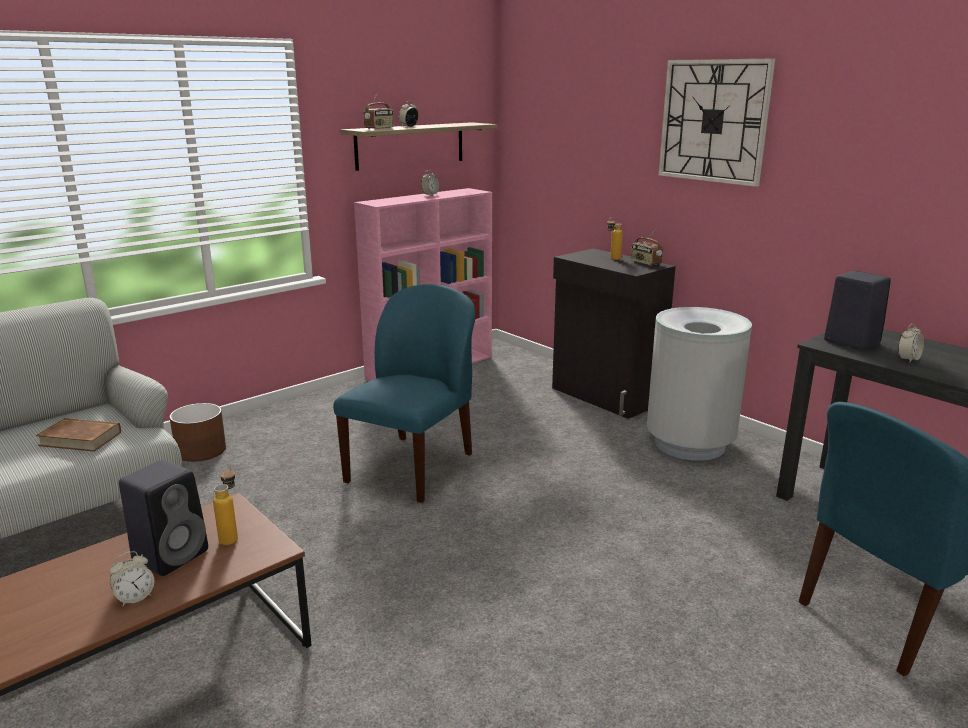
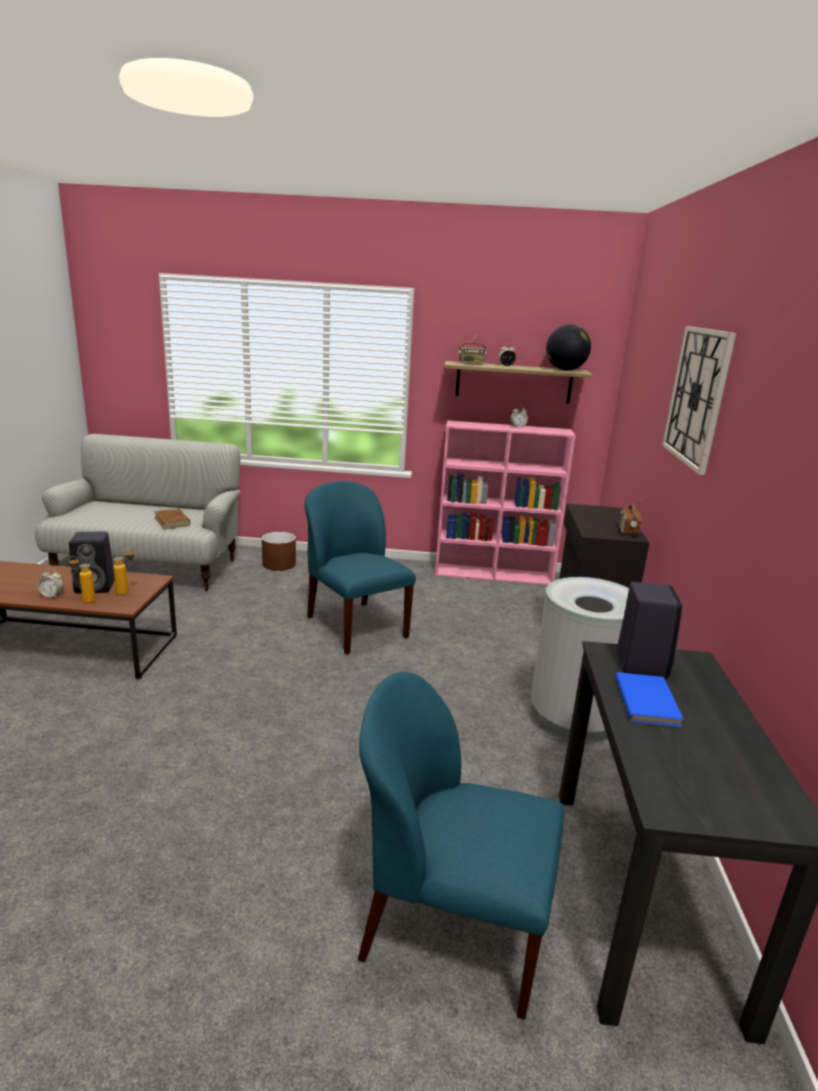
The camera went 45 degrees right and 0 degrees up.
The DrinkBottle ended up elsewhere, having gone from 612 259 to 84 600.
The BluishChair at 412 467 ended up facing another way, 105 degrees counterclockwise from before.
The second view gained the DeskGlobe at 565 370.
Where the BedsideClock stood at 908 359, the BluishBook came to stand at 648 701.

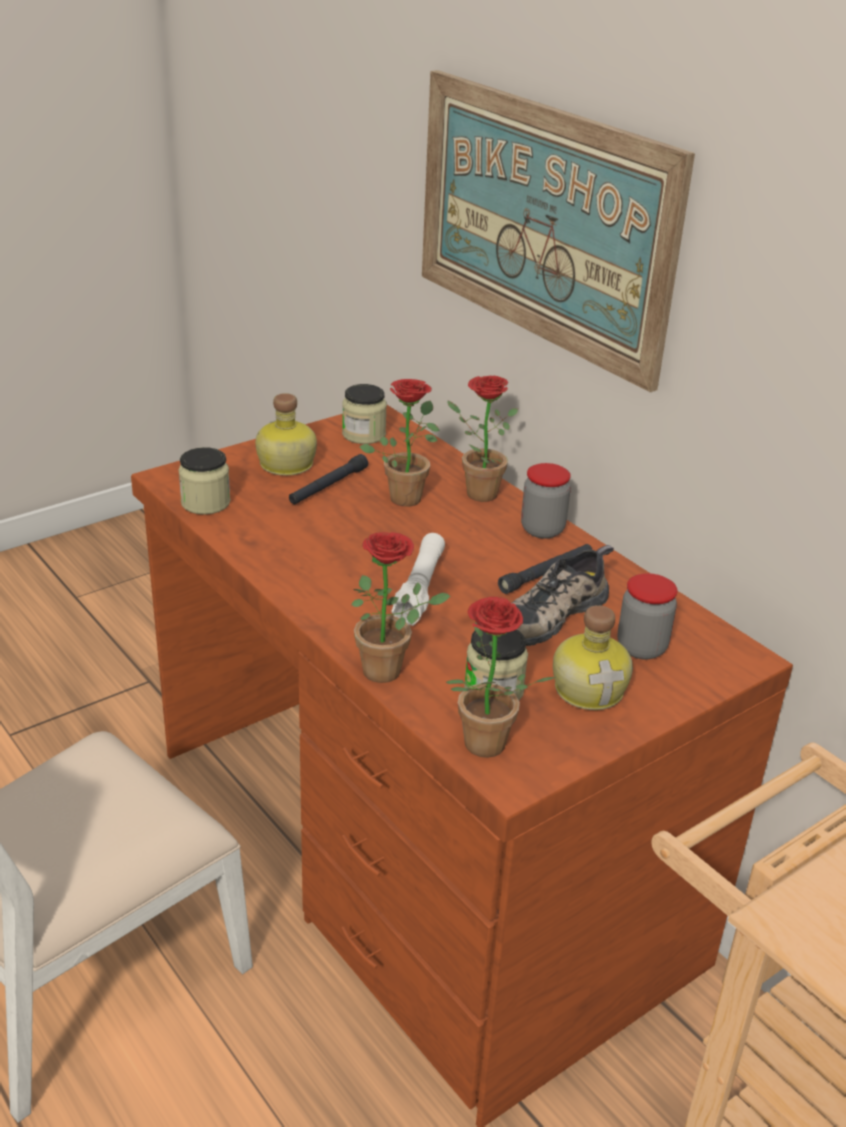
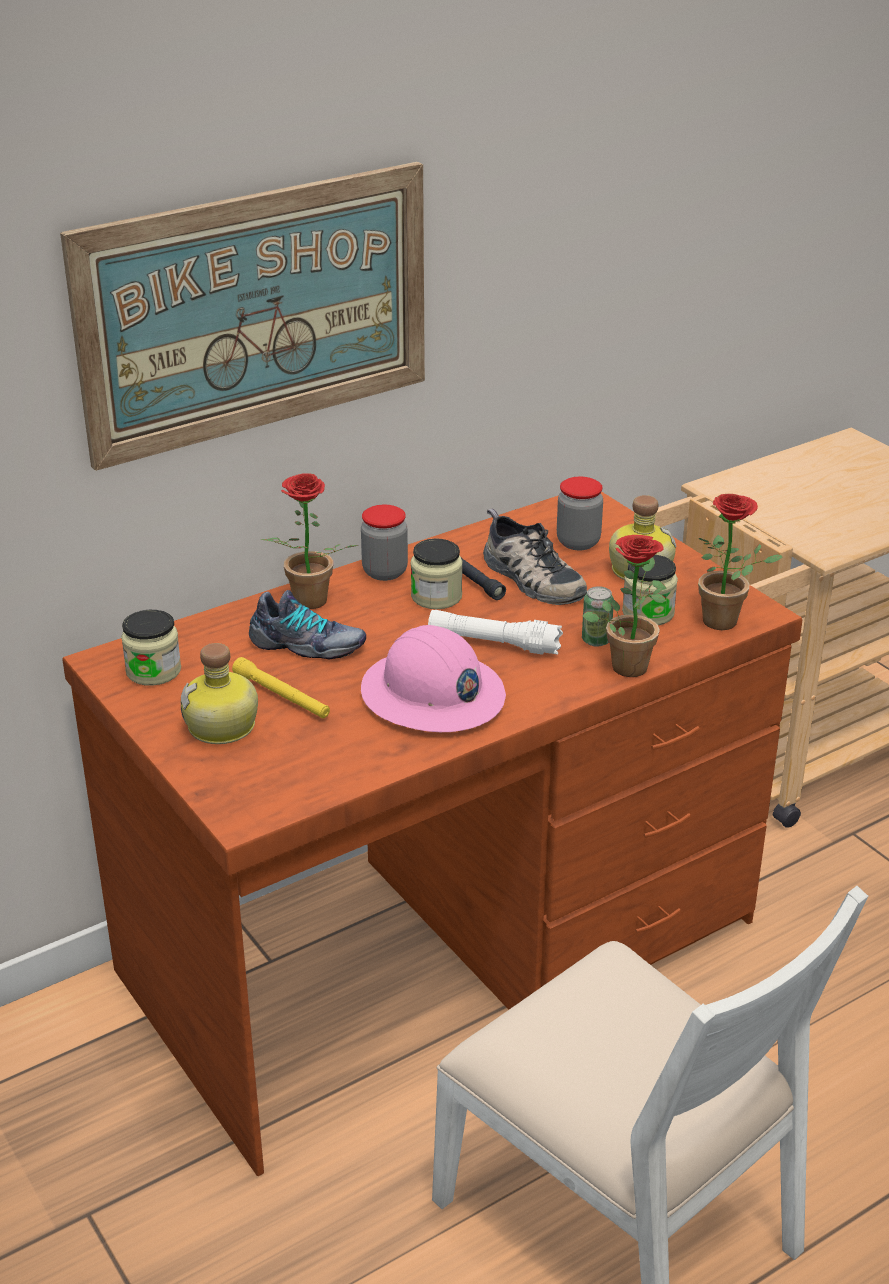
The camera went 85 degrees left and 0 degrees up.
What was the BlackColouredHandTorch at 328 486 turned into the YellowHandTorch at 282 696.
Where the PottedPlant stood at 406 495, the LowShoe came to stand at 307 646.
The second view gained the PinkishHardHat at 432 696.
The StorageJar ended up elsewhere, having gone from 205 503 to 436 596.
The second view gained the Can at 596 640.

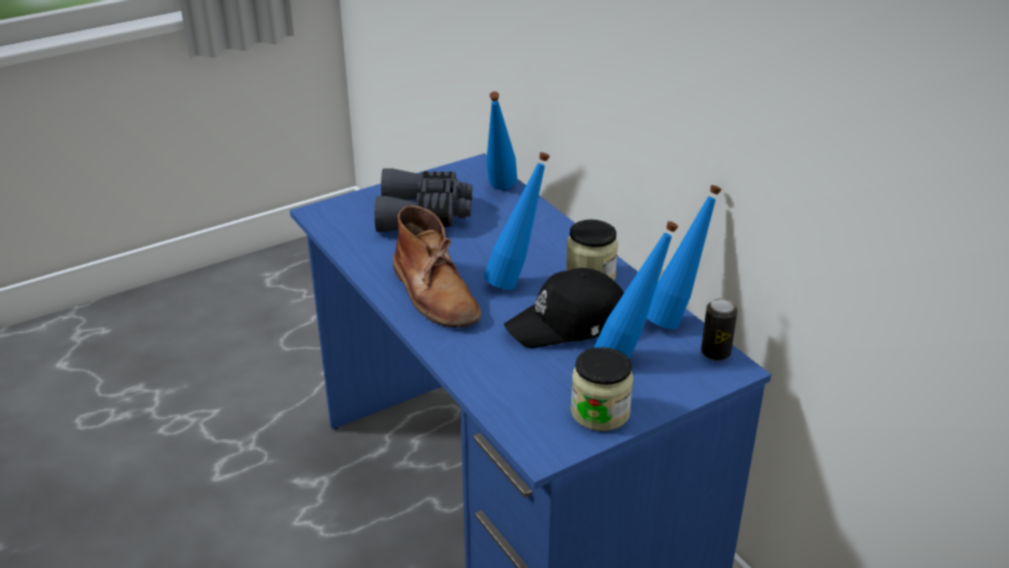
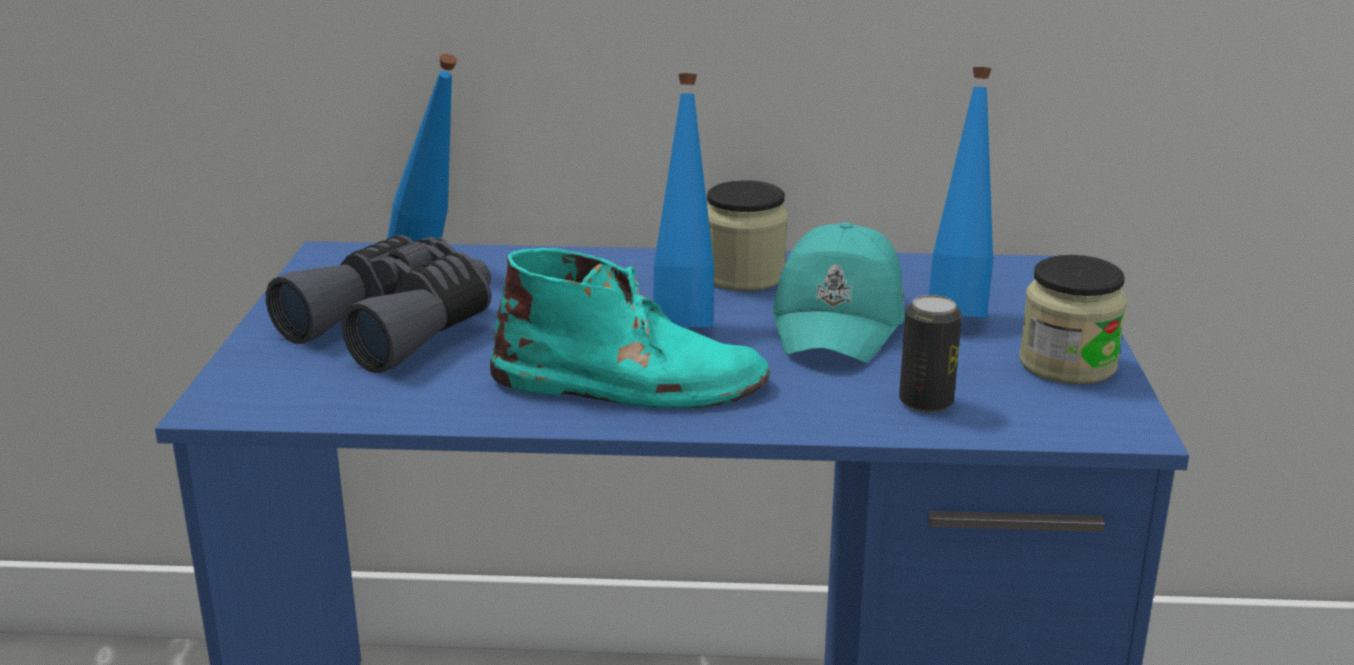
The camera went 55 degrees left and 10 degrees down.
What was the BrownishBoot at 435 293 turned into the TurquoiseColouredBoot at 631 383.
What was the BlackColouredBaseballCap at 569 324 turned into the TurquoiseColouredBaseballCap at 840 321.
The Can ended up elsewhere, having gone from 715 353 to 926 402.
The second view lost the BluishDrinkBottle at 676 318.

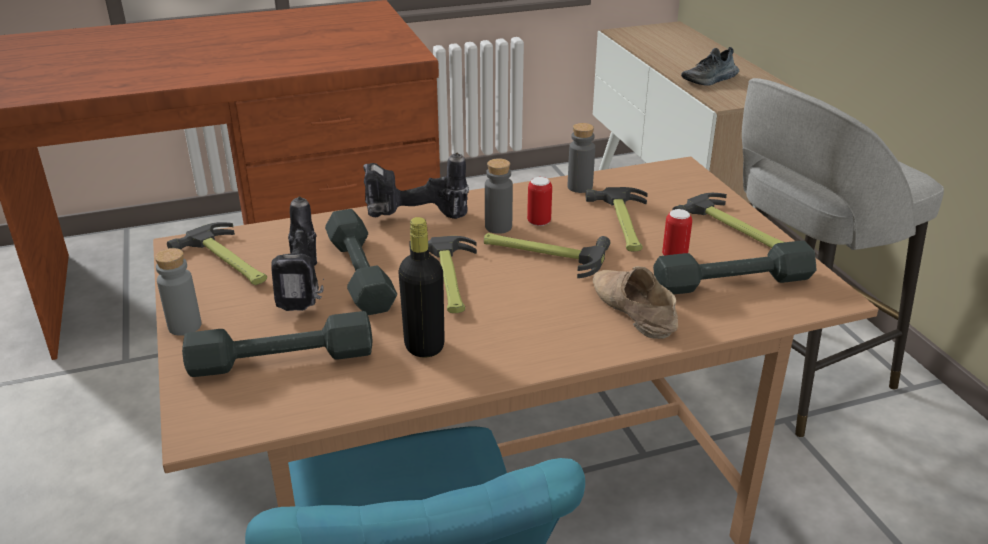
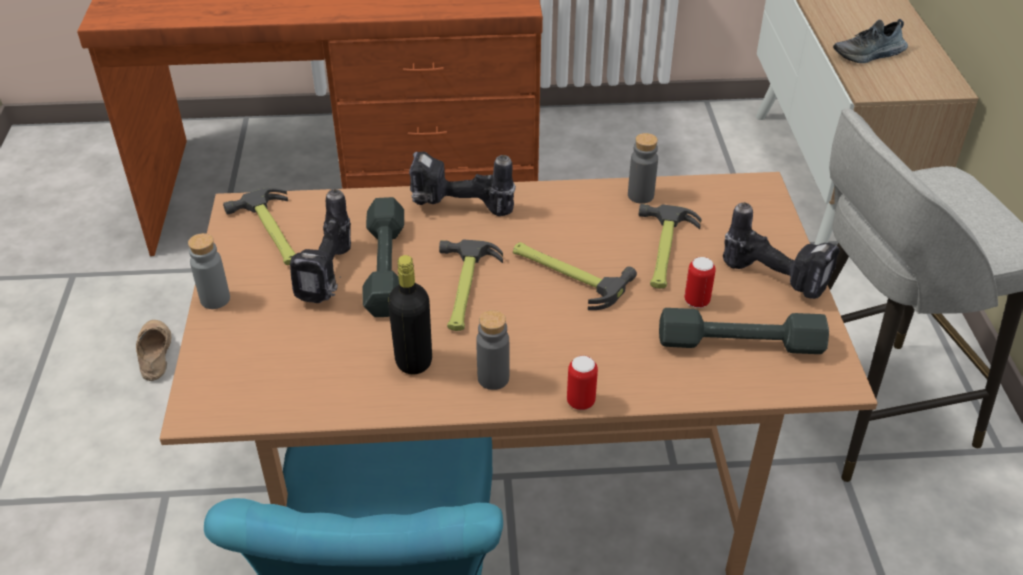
The camera went 15 degrees right and 10 degrees up.
The BeigeLowShoe ended up elsewhere, having gone from 631 309 to 153 353.
The GreyishDrinkBottle ended up elsewhere, having gone from 498 227 to 493 378.
The Can ended up elsewhere, having gone from 539 222 to 580 402.
Where the Hammer stood at 735 230, the Drill came to stand at 777 278.
The second view lost the GreyishDumbbell at 281 360.

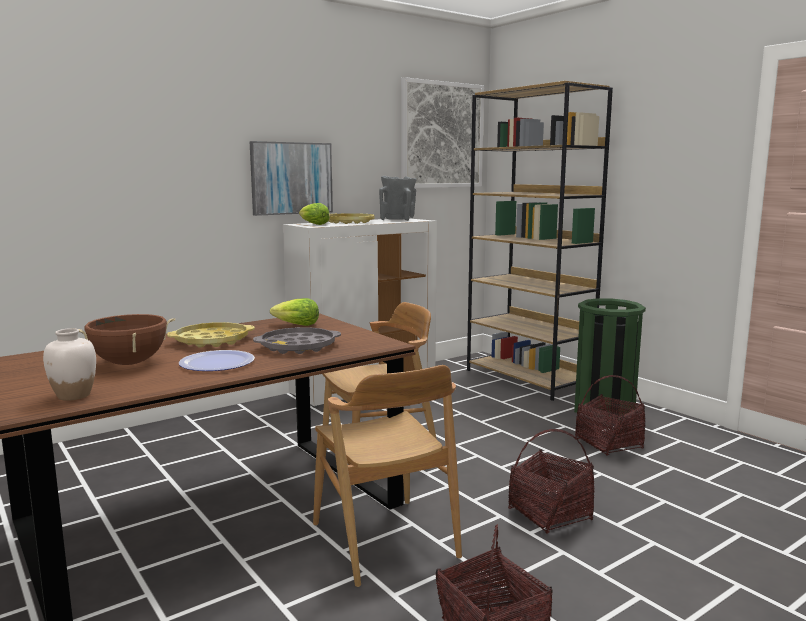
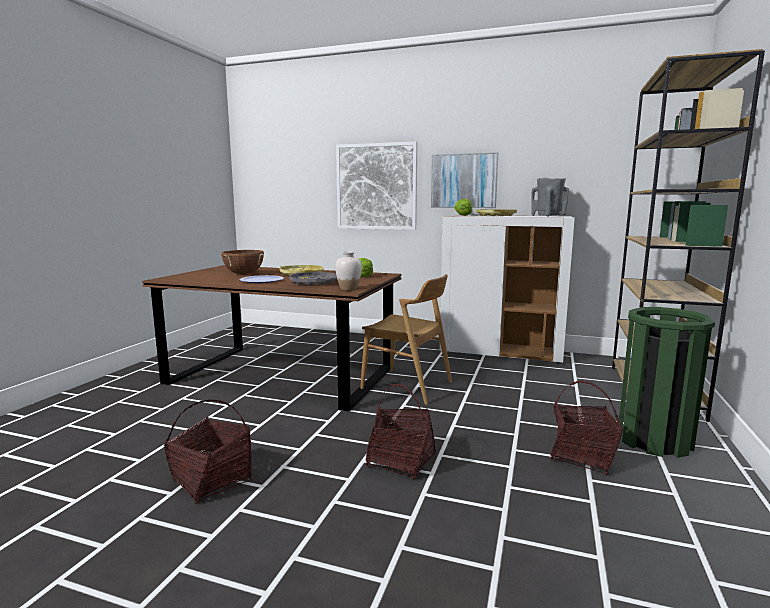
The camera went 55 degrees right and 0 degrees up.
The WallPicture ended up elsewhere, having gone from 442 135 to 376 187.
The WhitishDecorativeVase ended up elsewhere, having gone from 73 396 to 348 289.
The second view lost the BrownishChair at 384 540.

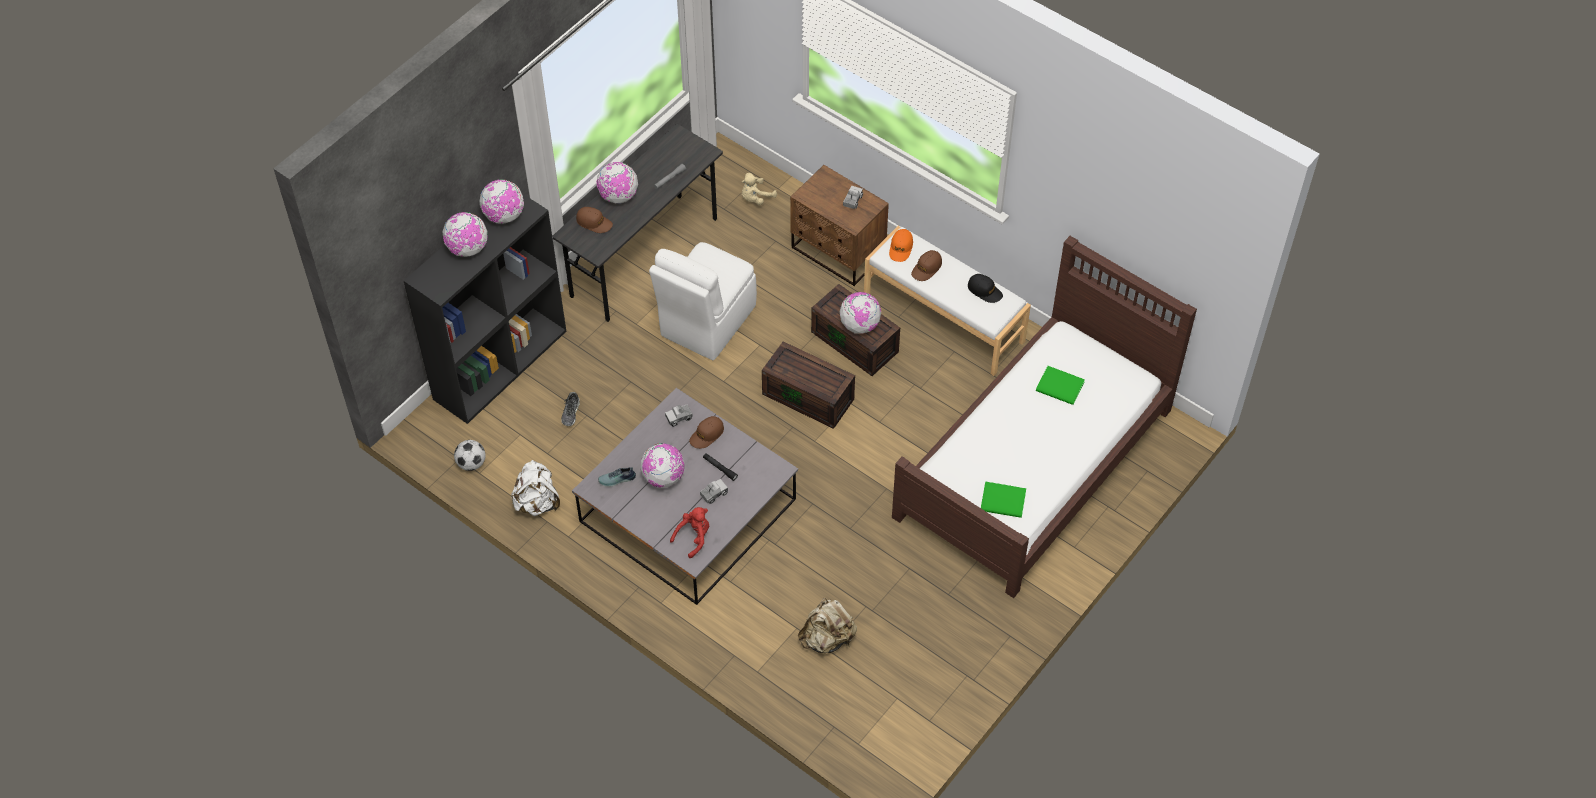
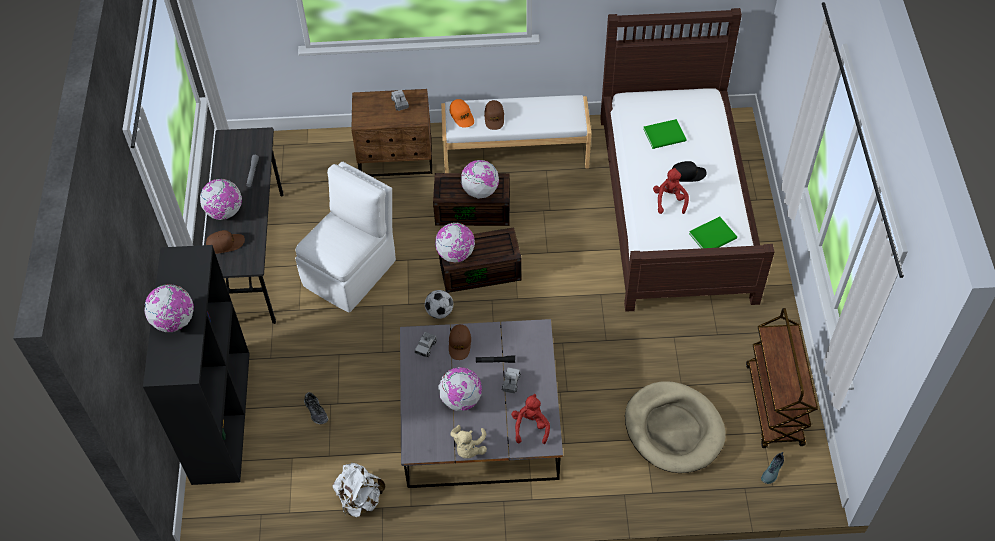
The camera went 40 degrees left and 0 degrees up.
The WhitishChair at 706 322 ended up facing another way, 135 degrees counterclockwise from before.
The Football ended up elsewhere, having gone from 471 463 to 439 312.
The DeskGlobe ended up elsewhere, having gone from 504 216 to 456 254.
The BeigeSoftToy ended up elsewhere, having gone from 756 198 to 468 448.
Where the BeigeKnapsack stood at 827 638, the BeigeDogBed came to stand at 673 429.
The second view gained the RedSoftToy at 669 200.
The BlackColouredBaseballCap ended up elsewhere, having gone from 985 291 to 688 174.
The second view gained the BrownishWheeledCart at 774 406.
The LowShoe ended up elsewhere, having gone from 617 480 to 773 471.

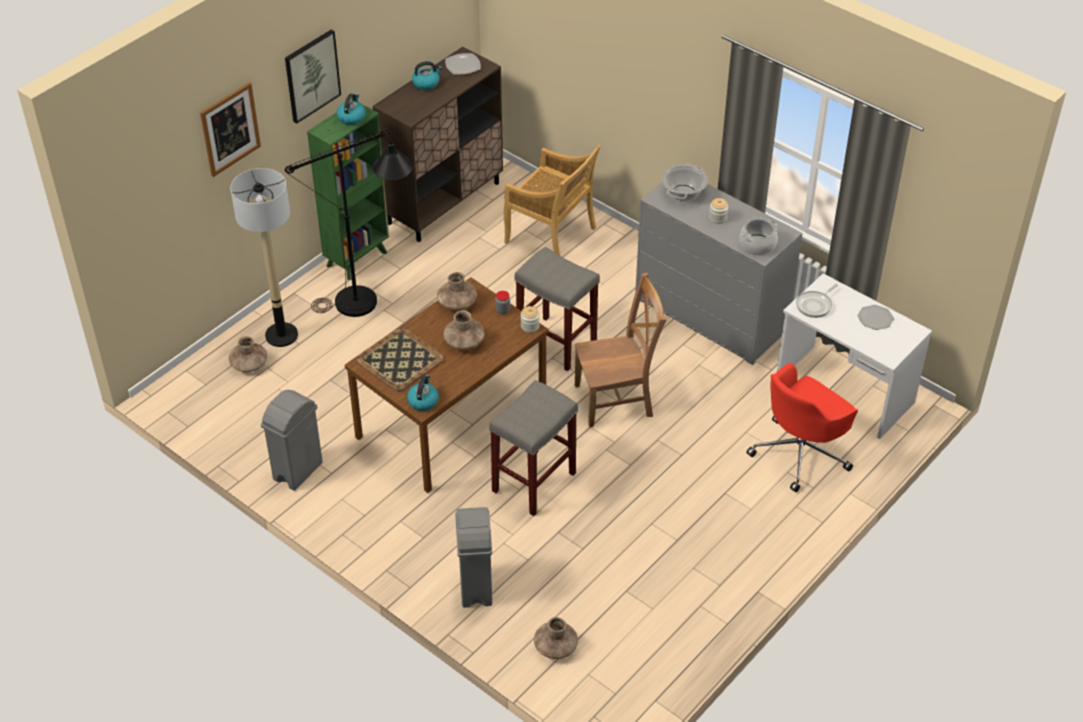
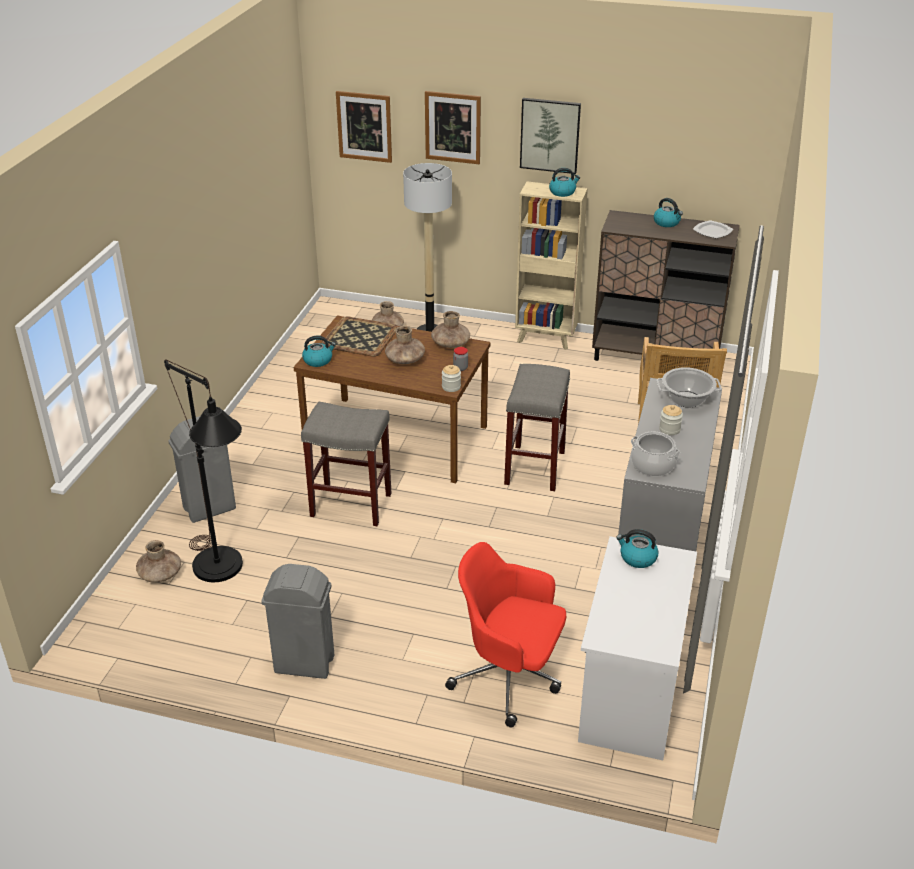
The camera went 65 degrees right and 10 degrees down.
The BlackColouredFloorLamp ended up elsewhere, having gone from 368 301 to 223 574.
The GreyishRubbishBin ended up elsewhere, having gone from 297 471 to 304 664.
The second view gained the WallPicture at 364 126.
What was the GreenishBookcase at 358 258 turned into the BeigeBookcase at 546 338.
Where the Pan stood at 815 305, the WaterKettle came to stand at 637 558.
The second view lost the BrownishChair at 617 400.
The second view lost the DinnerPlate at 875 318.

